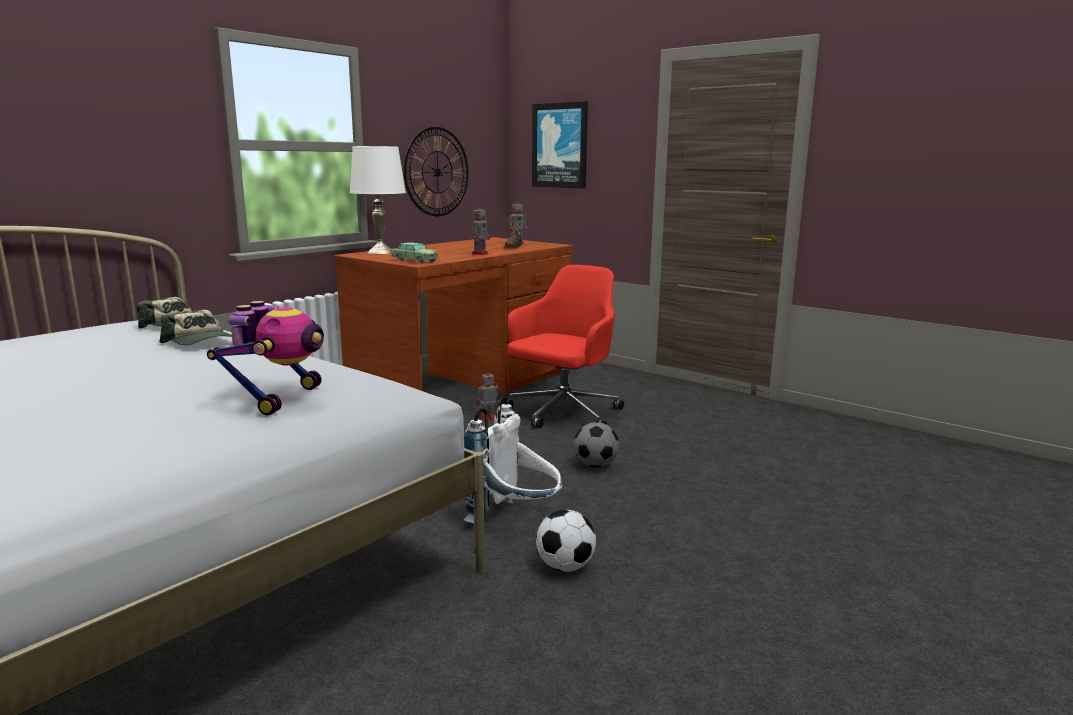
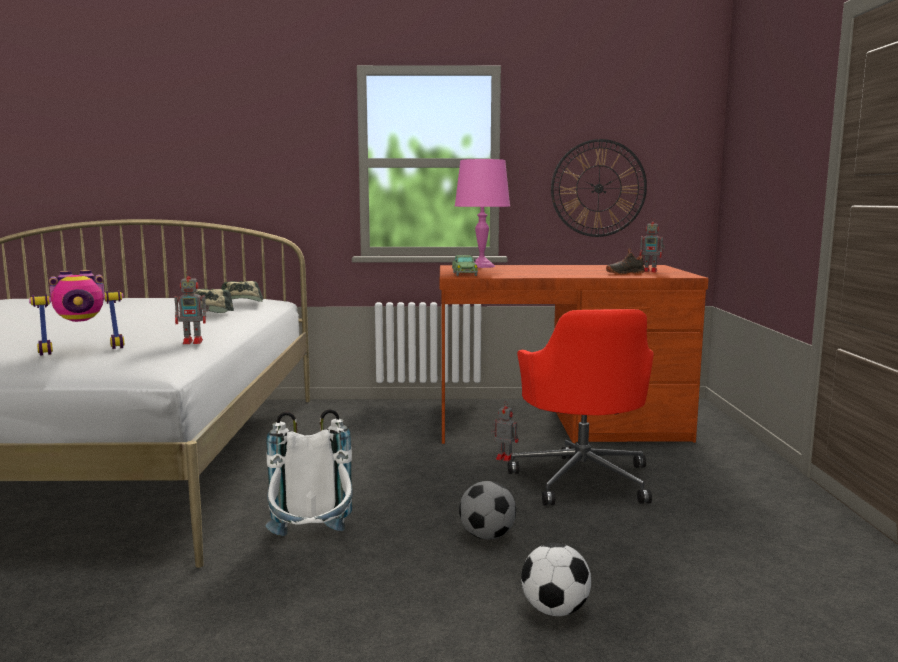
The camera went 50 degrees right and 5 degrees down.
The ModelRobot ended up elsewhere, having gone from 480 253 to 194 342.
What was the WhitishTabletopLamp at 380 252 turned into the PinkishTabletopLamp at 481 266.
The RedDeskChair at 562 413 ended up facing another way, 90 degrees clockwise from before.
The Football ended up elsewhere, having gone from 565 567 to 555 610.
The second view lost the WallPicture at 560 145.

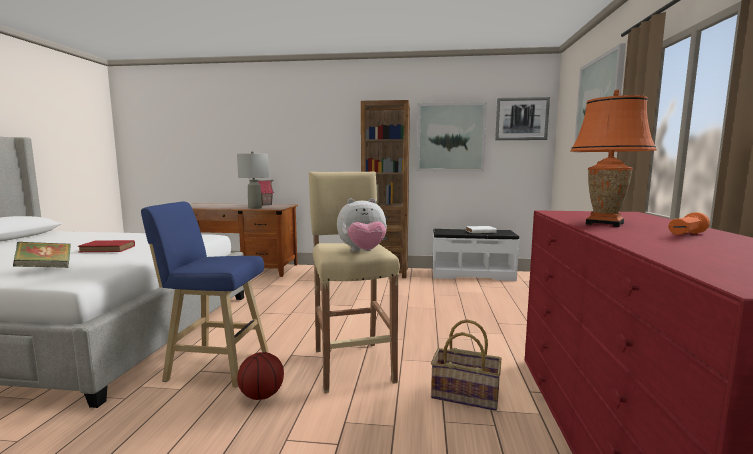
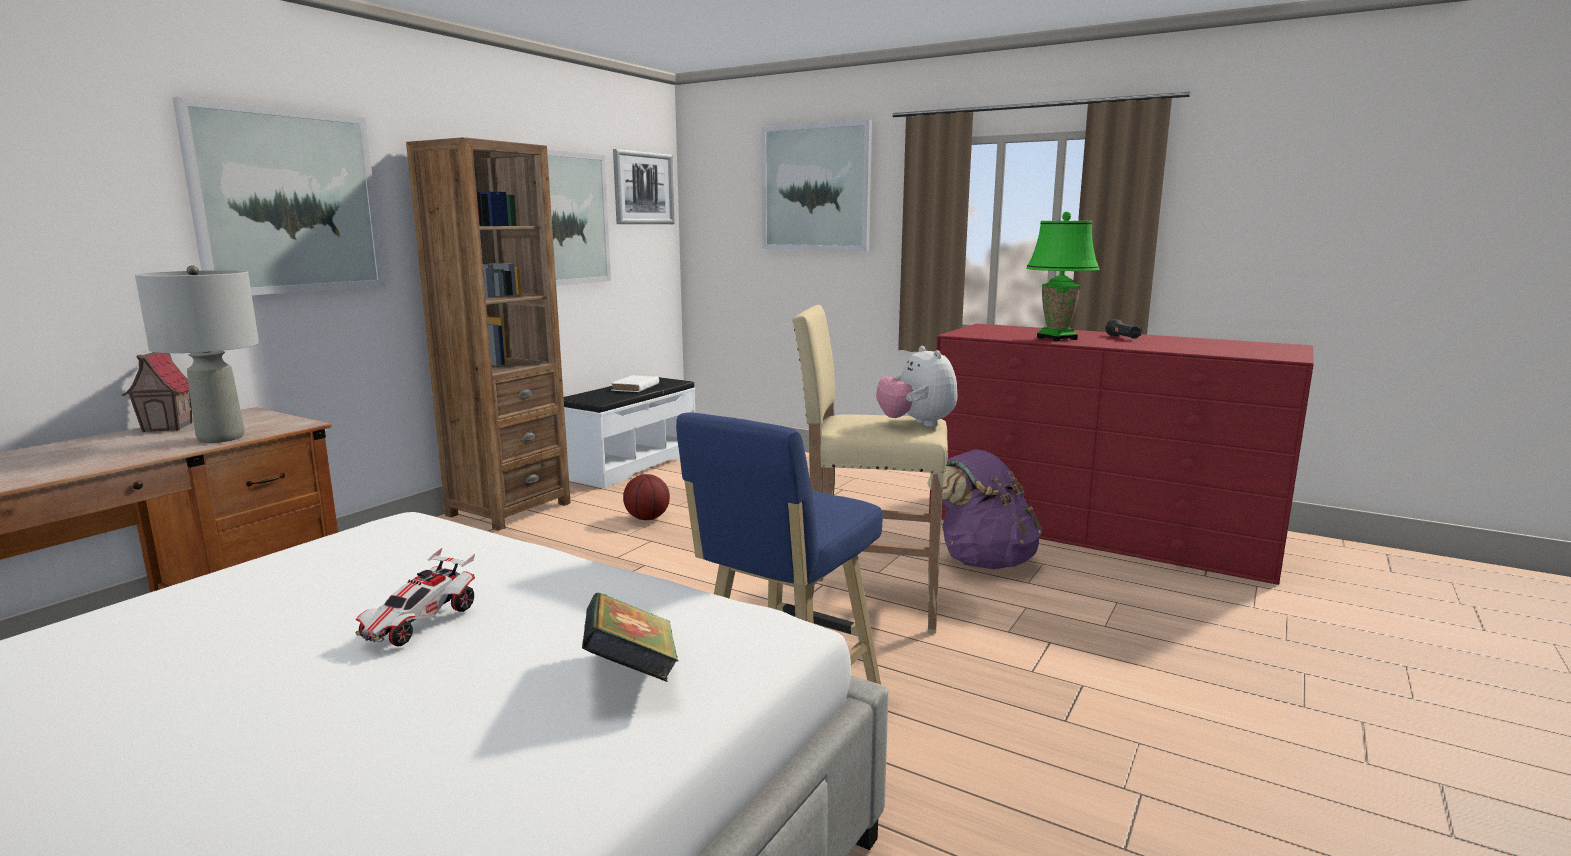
The camera went 65 degrees left and 5 degrees up.
The second view gained the WallPicture at 288 202.
Where the RedBook stood at 109 249, the ModelCar came to stand at 420 623.
The BasketballBall ended up elsewhere, having gone from 261 396 to 647 518.
The SoftToy at 363 252 ended up facing another way, 150 degrees clockwise from before.
Where the HouseholdBasket stood at 465 395, the PurplishKnapsack came to stand at 983 561.
What was the OrangeTabletopLamp at 604 224 turned into the GreenishTabletopLamp at 1056 338.
What was the OrangeHandTorch at 686 235 turned into the BlackColouredHandTorch at 1123 338.

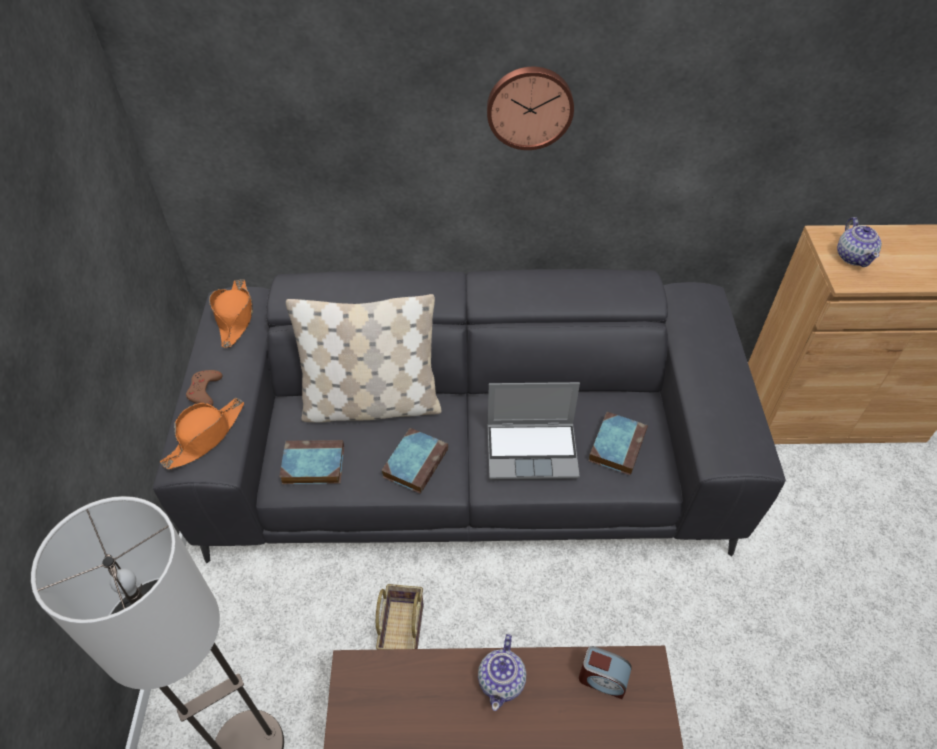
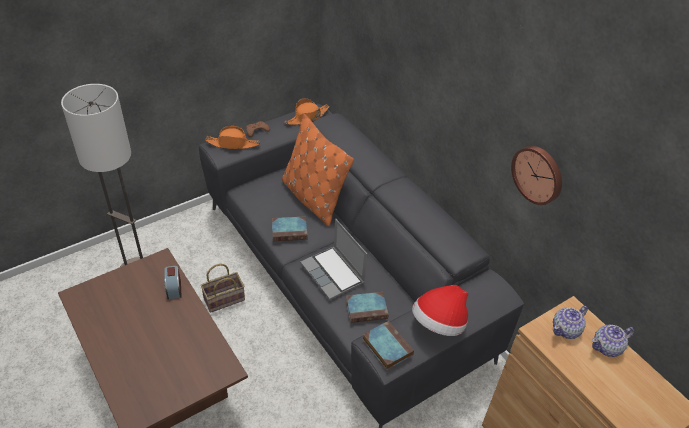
The camera went 55 degrees right and 5 degrees down.
The BedsideClock ended up elsewhere, having gone from 602 679 to 174 288.
What was the BeigeThrowPillow at 372 403 turned into the OrangeThrowPillow at 313 198.
The Book ended up elsewhere, having gone from 312 465 to 386 346.
The second view gained the WearableHat at 439 323.
The HangingClock ended up elsewhere, having gone from 529 106 to 538 174.
The TeaPot ended up elsewhere, having gone from 502 681 to 607 347.

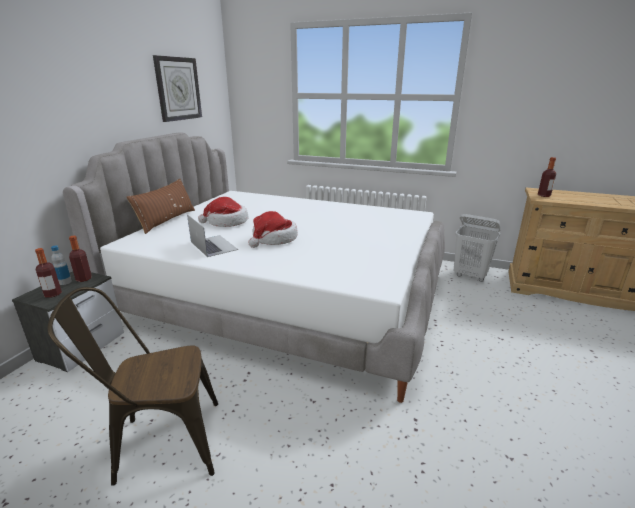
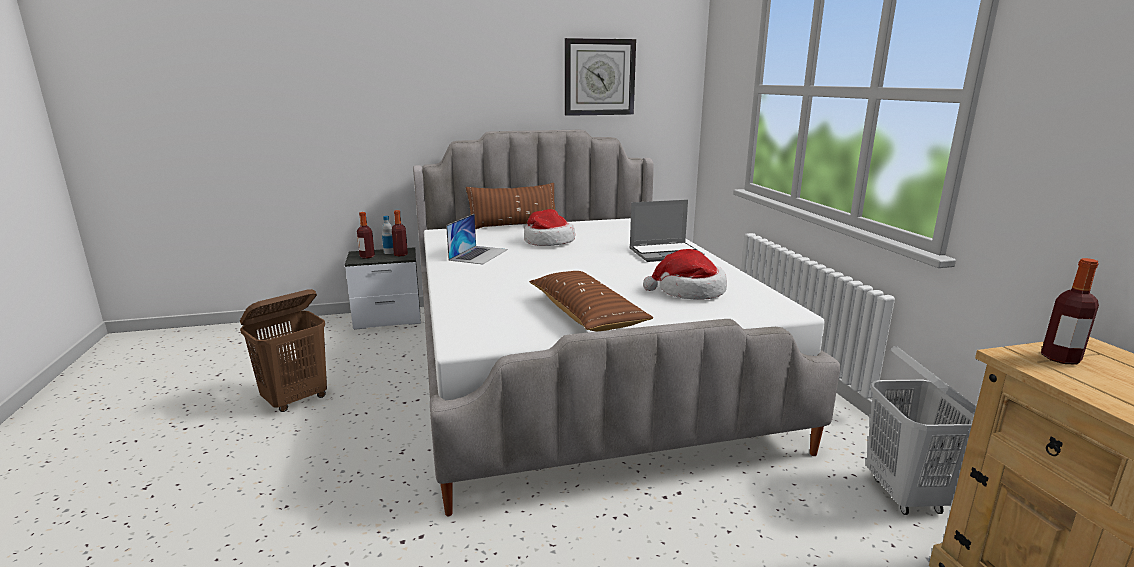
The camera went 55 degrees right and 5 degrees down.
Where the BrownishChair stood at 160 443, the BrownishLaundryBasket came to stand at 296 400.
The second view gained the BrownishThrowPillow at 586 314.
The second view gained the NotebookComputer at 666 253.
The WearableHat ended up elsewhere, having gone from 274 239 to 689 291.

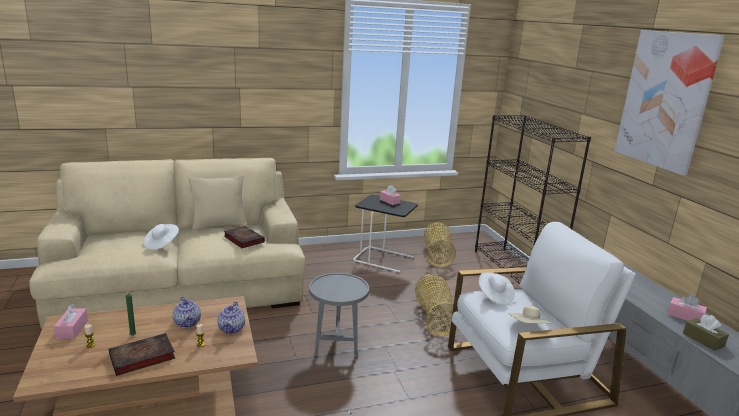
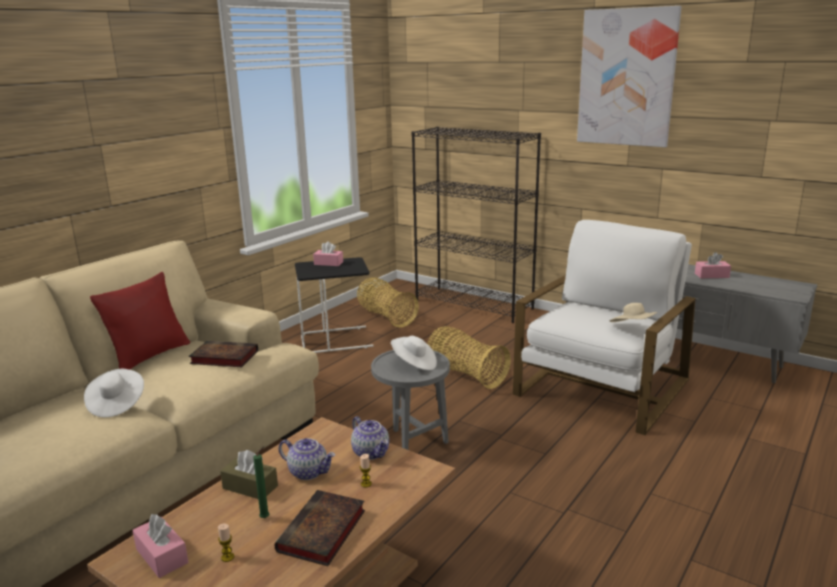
The camera went 35 degrees left and 0 degrees up.
What was the BeigeThrowPillow at 219 225 turned into the RedThrowPillow at 149 356.
The BrownishBoxOfTissues ended up elsewhere, having gone from 703 340 to 250 487.
The WhitishWearableHat ended up elsewhere, having gone from 494 296 to 414 364.

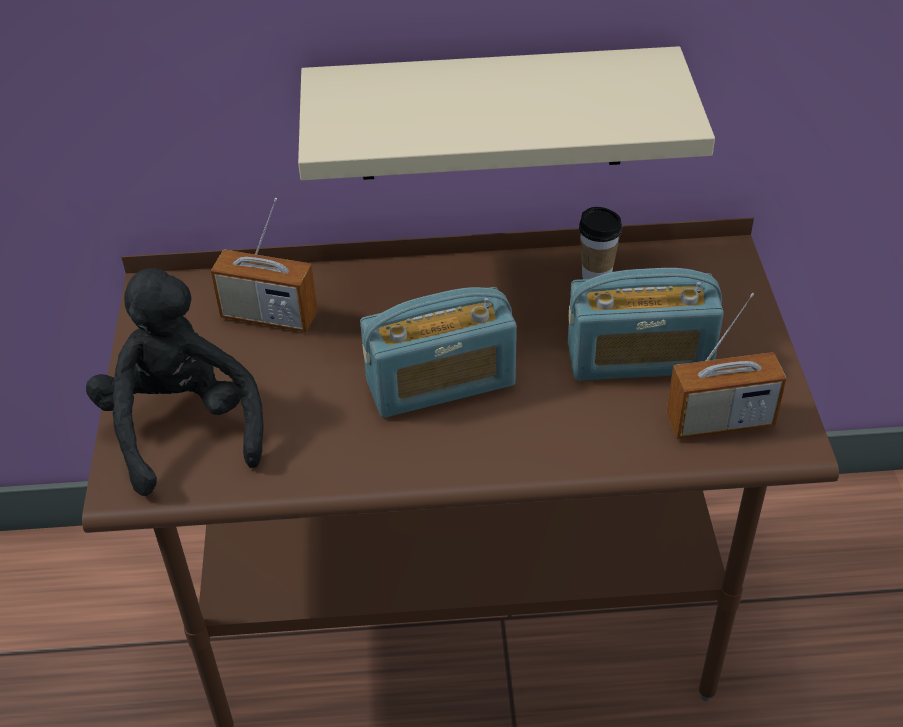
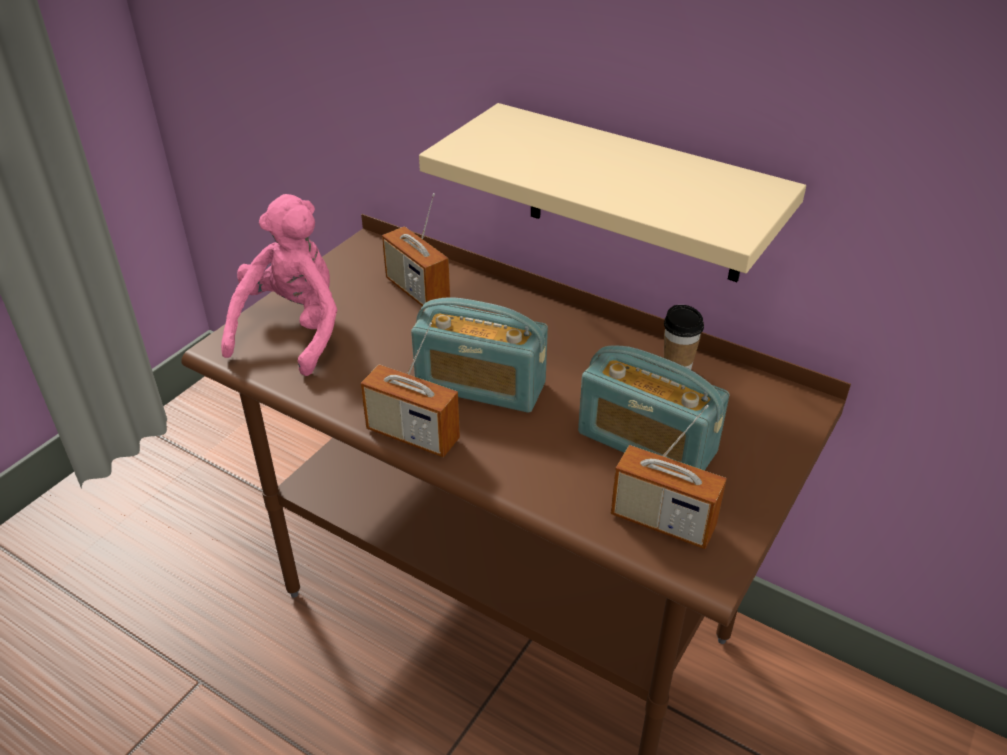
The camera went 35 degrees right and 5 degrees down.
What was the BlackColouredSoftToy at 183 427 turned into the PinkishSoftToy at 293 331.
The second view gained the Radio at 412 435.

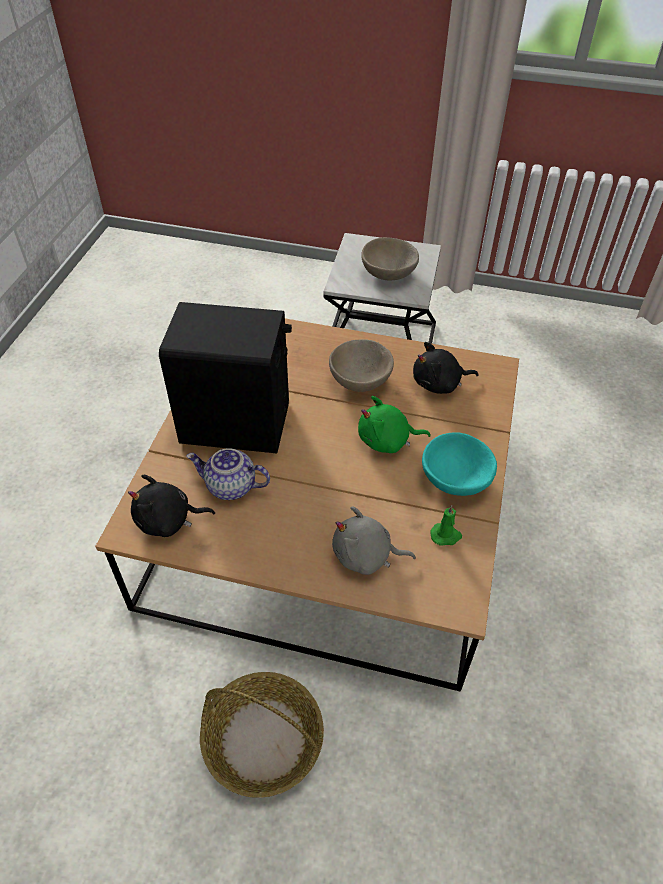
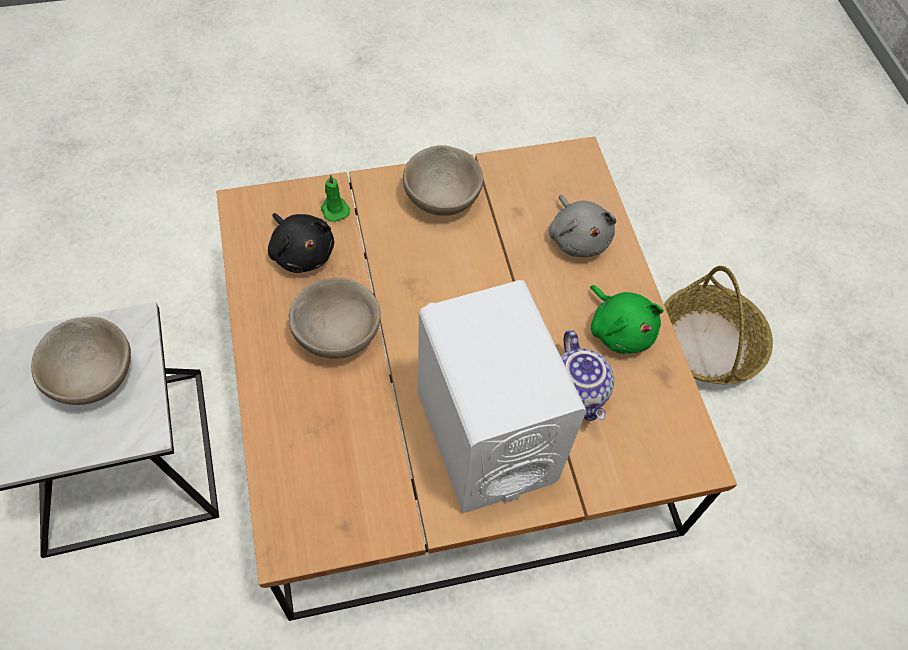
The camera went 120 degrees left and 10 degrees up.
The GreenishWaxCandle ended up elsewhere, having gone from 446 535 to 334 209.
What was the TurquoiseColouredDeepDish at 454 480 turned into the BeigeDeepDish at 442 198.
What was the BlackColouredSpeaker at 236 423 turned into the WhitishSpeaker at 485 436.
The GreenishSoftToy ended up elsewhere, having gone from 387 440 to 620 330.
The second view lost the BlackColouredSoftToy at 168 520.

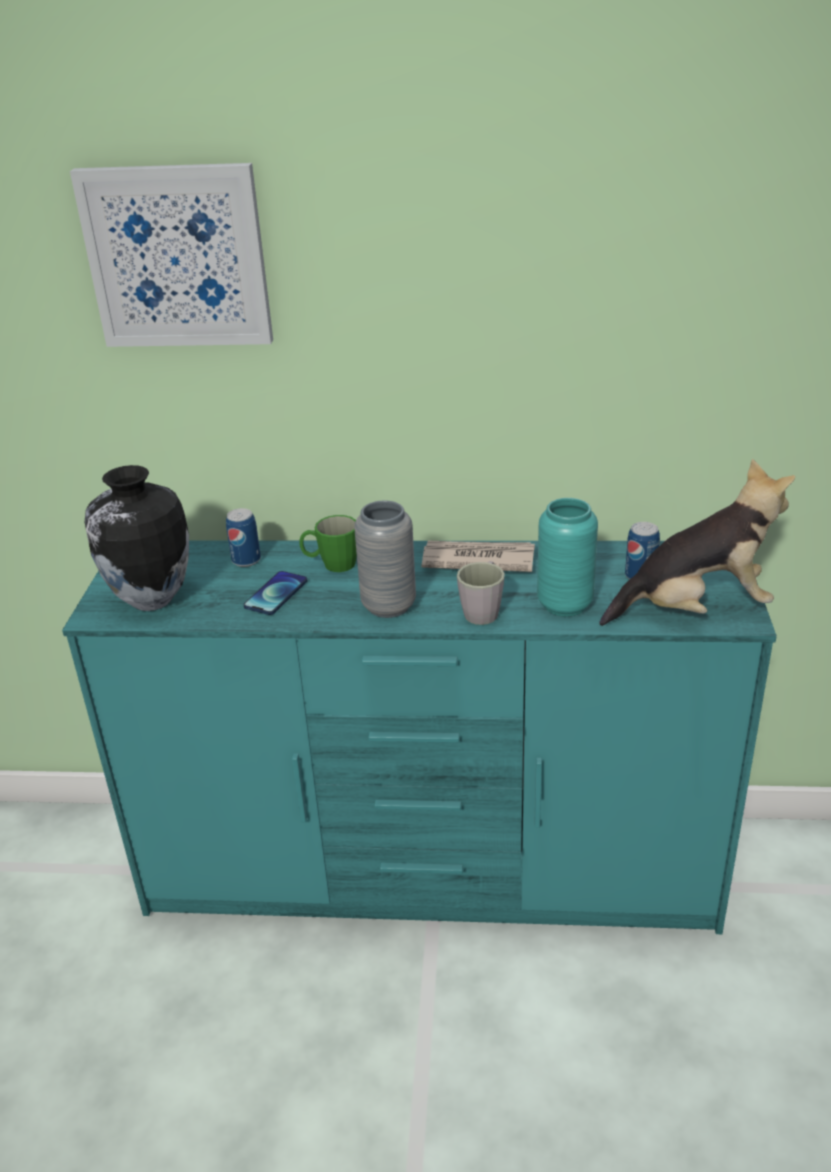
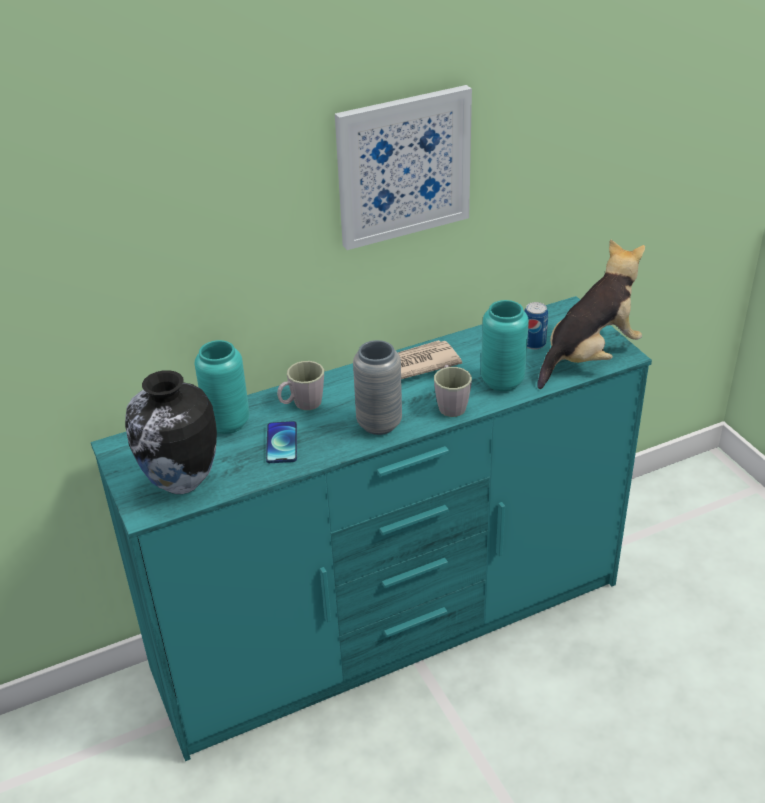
The camera went 30 degrees left and 5 degrees up.
Where the Can stood at 246 560, the TurquoiseColouredDecorativeVase came to stand at 227 423.
What was the GreenishCoffeeMug at 331 564 turned into the GreyishCoffeeMug at 302 404.
The WallPicture ended up elsewhere, having gone from 177 257 to 403 166.

